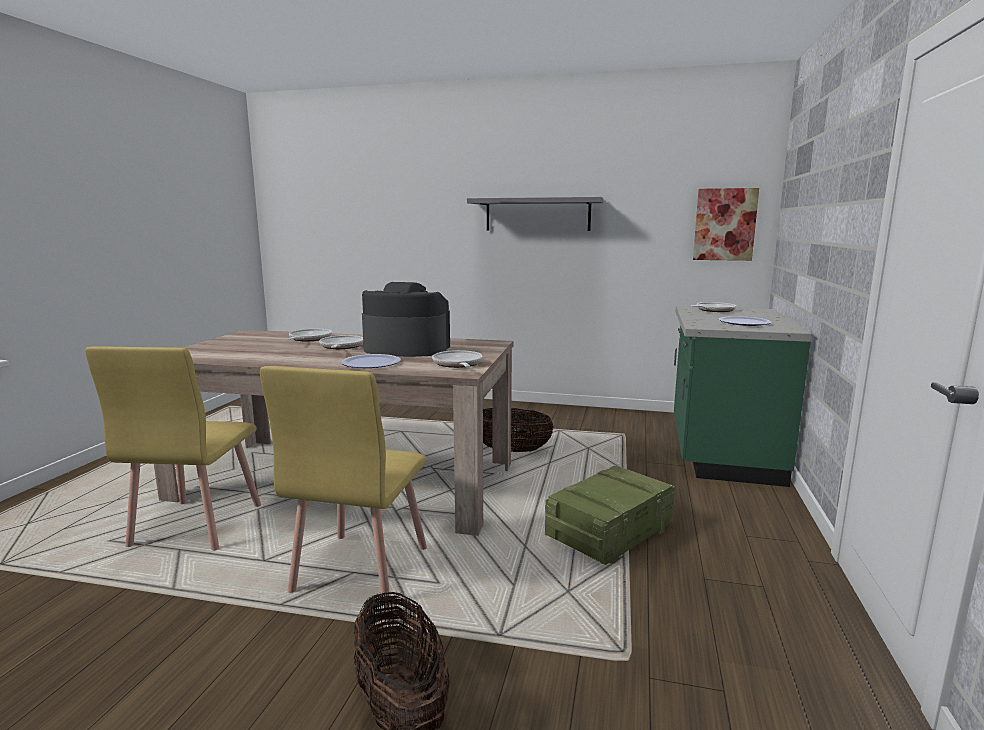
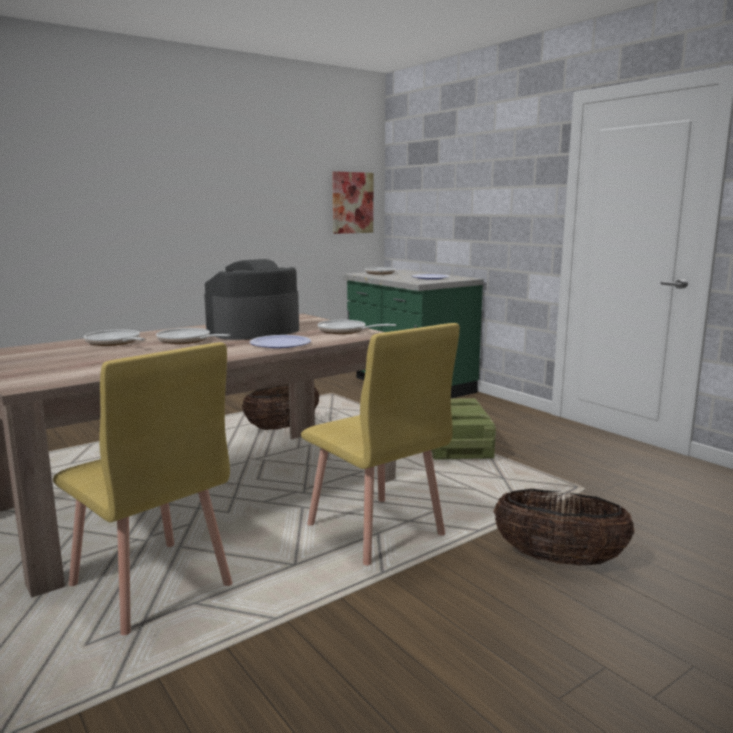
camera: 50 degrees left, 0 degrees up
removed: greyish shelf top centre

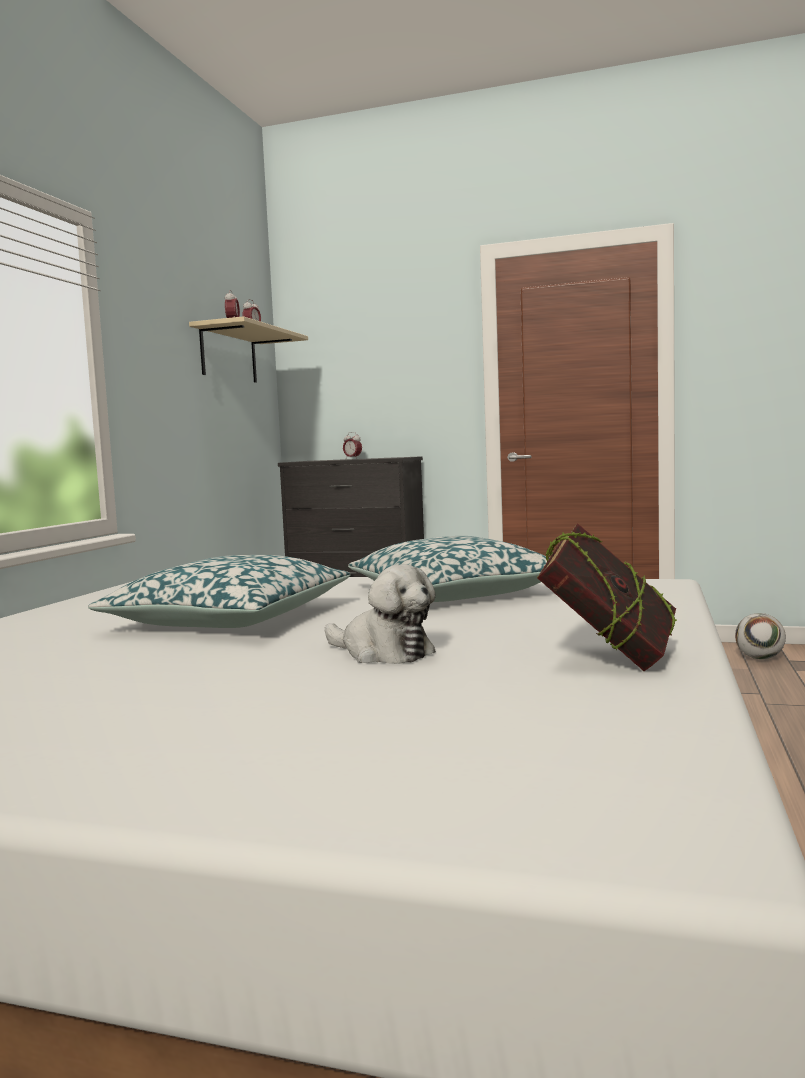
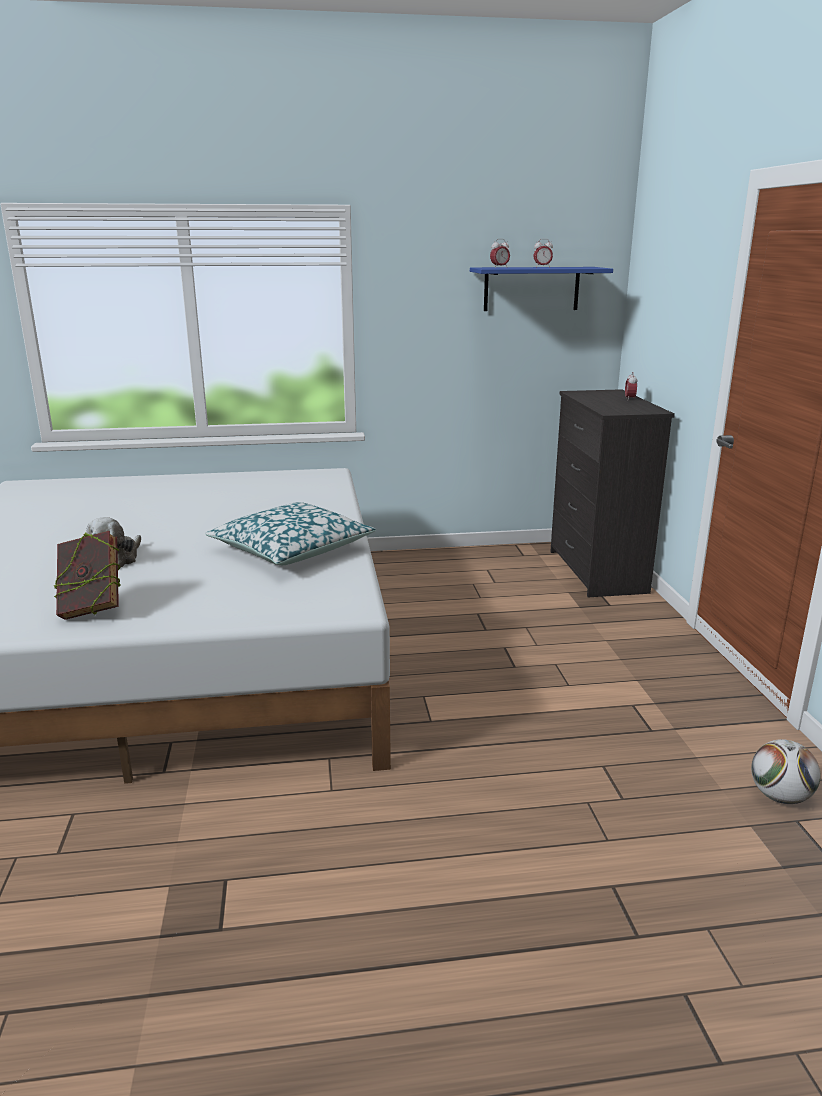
camera: 65 degrees right, 15 degrees up
removed: cushion (1st from left) middle left
recoloured: sand-coloured shelf top left to bluish shelf top centre

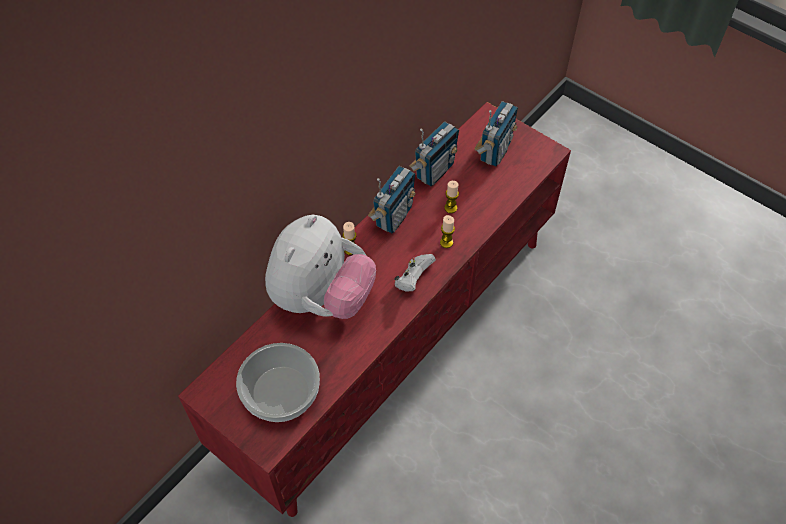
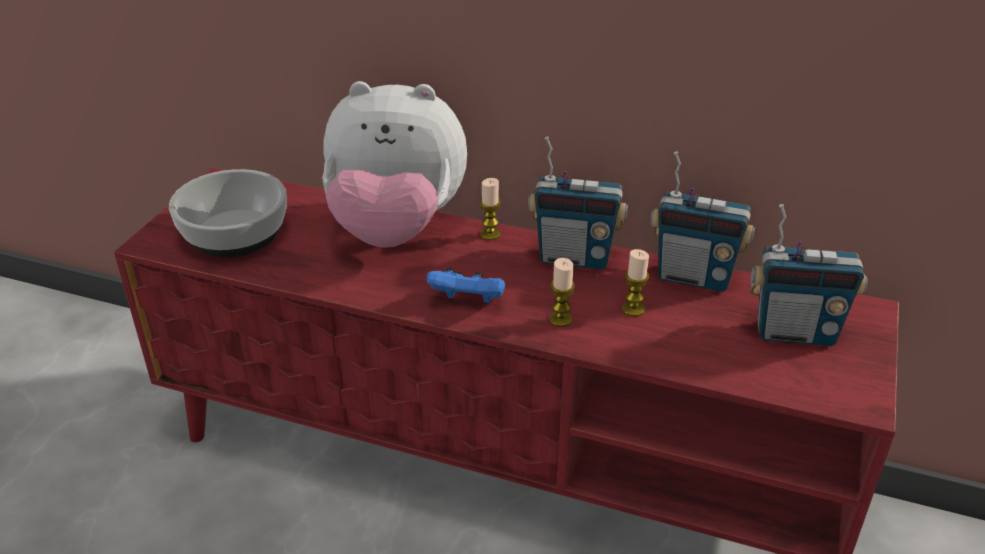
camera: 70 degrees right, 20 degrees down
recoloured: whitish game controller centre to bluish game controller centre

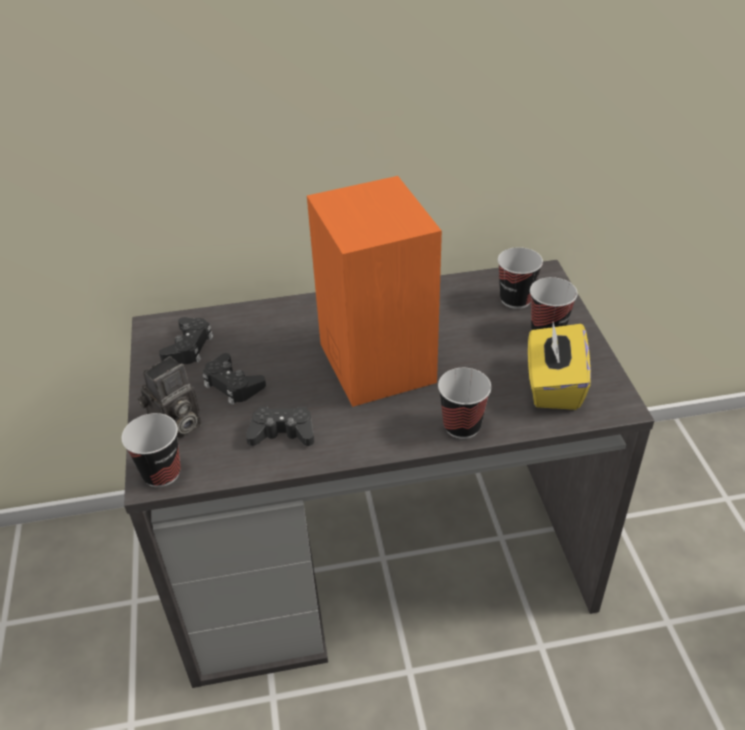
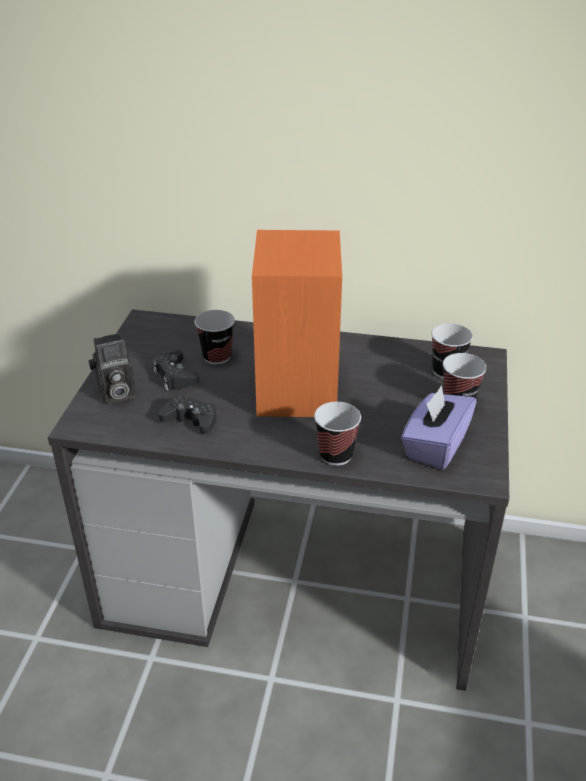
camera: 20 degrees right, 5 degrees down
removed: blackish game controller (1st from left) middle left
moved: small cup (1st from left) middle left to centre
recoloured: yellow-coloured tissue box middle right to purple tissue box middle right

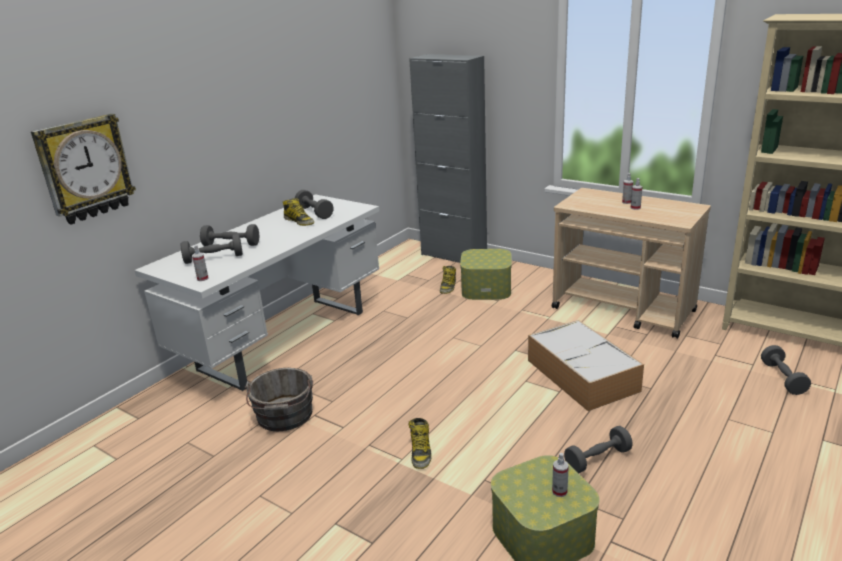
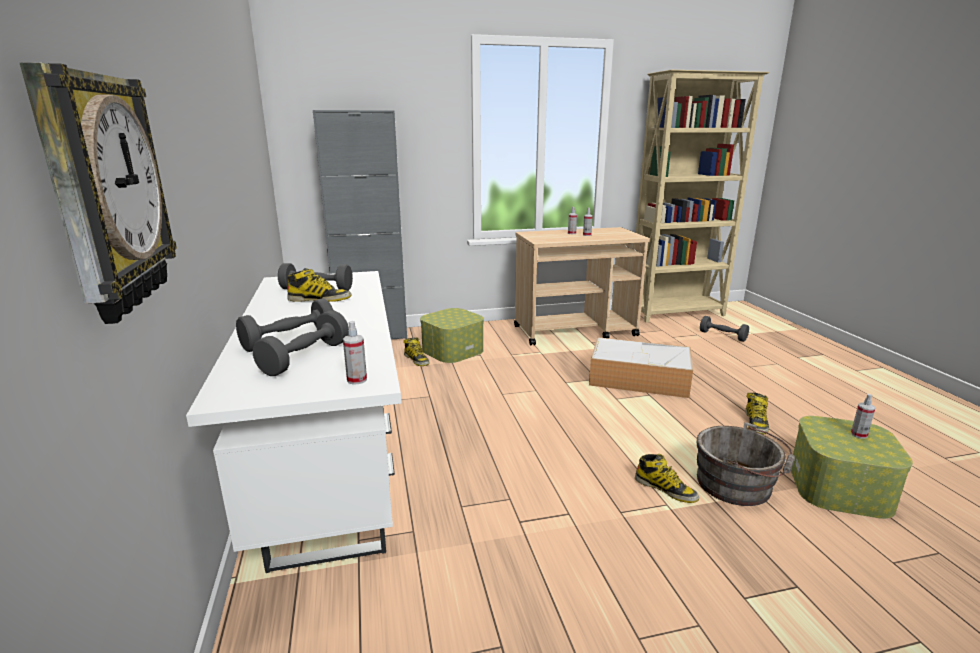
camera: 50 degrees left, 5 degrees down
moved: greyish bucket bottom left to bottom right
replaced: greyish hand weight (4th from left) bottom right to high-top boot (4th from left) middle right

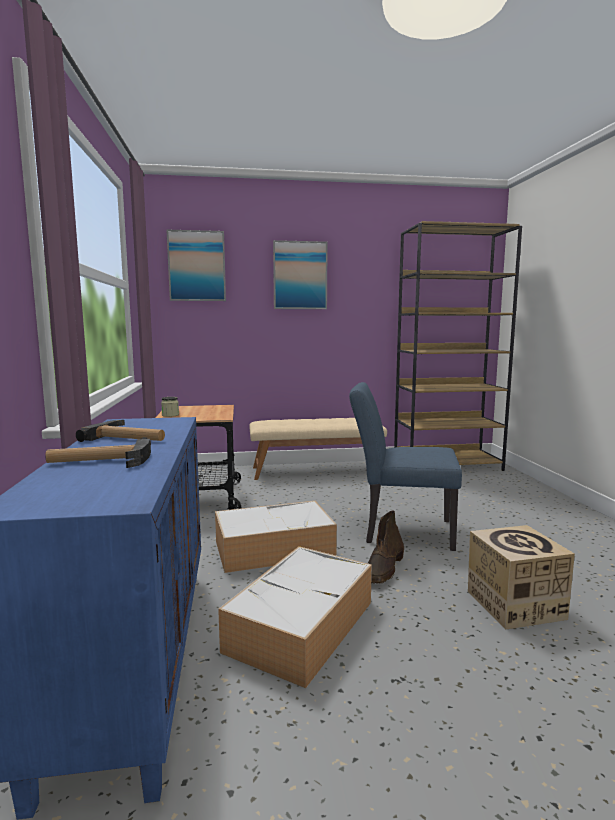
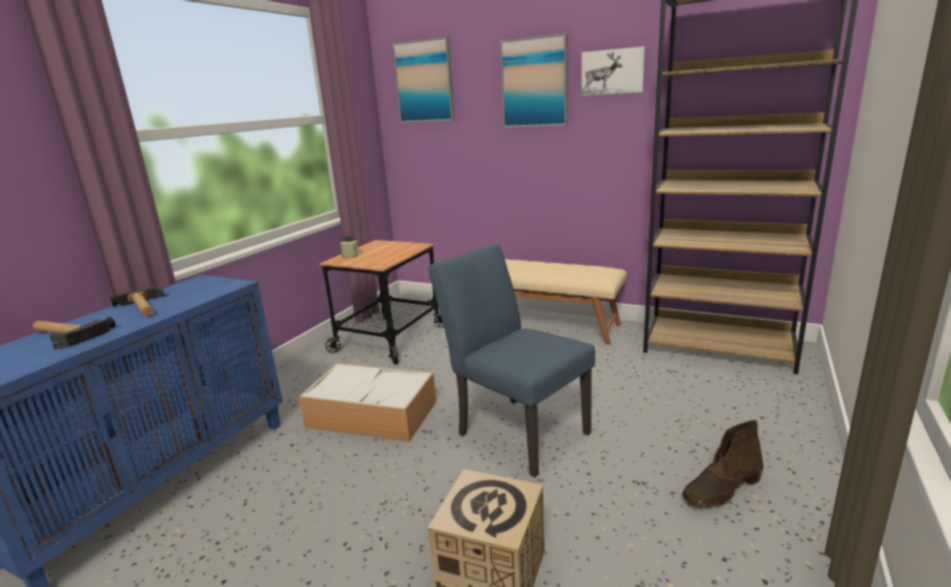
camera: 35 degrees right, 10 degrees up
removed: storage bin (2nd from left) bottom centre
added: wall picture (3rd from left) top centre
moved: brown high-top boot bottom centre to bottom right

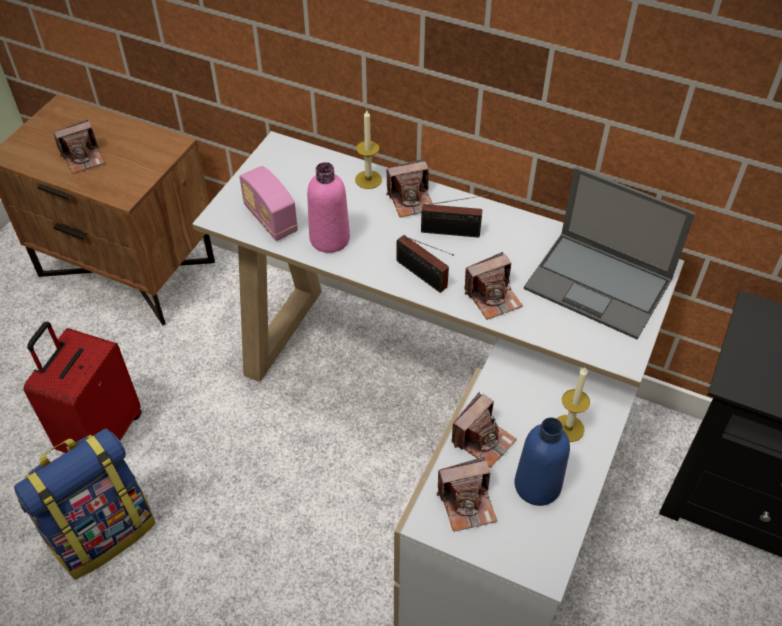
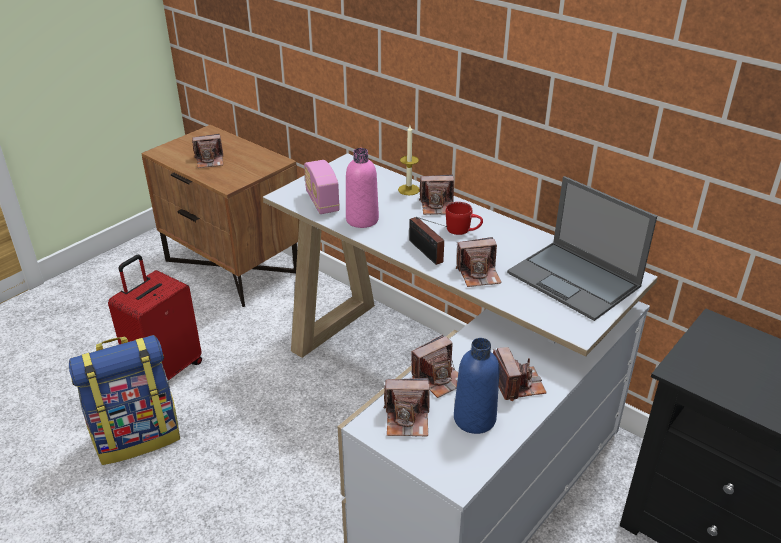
camera: 15 degrees right, 15 degrees down
replaced: radio set (3rd from left) centre to reddish tea mug centre; candle (2nd from left) middle right to photo camera (6th from left) bottom centre

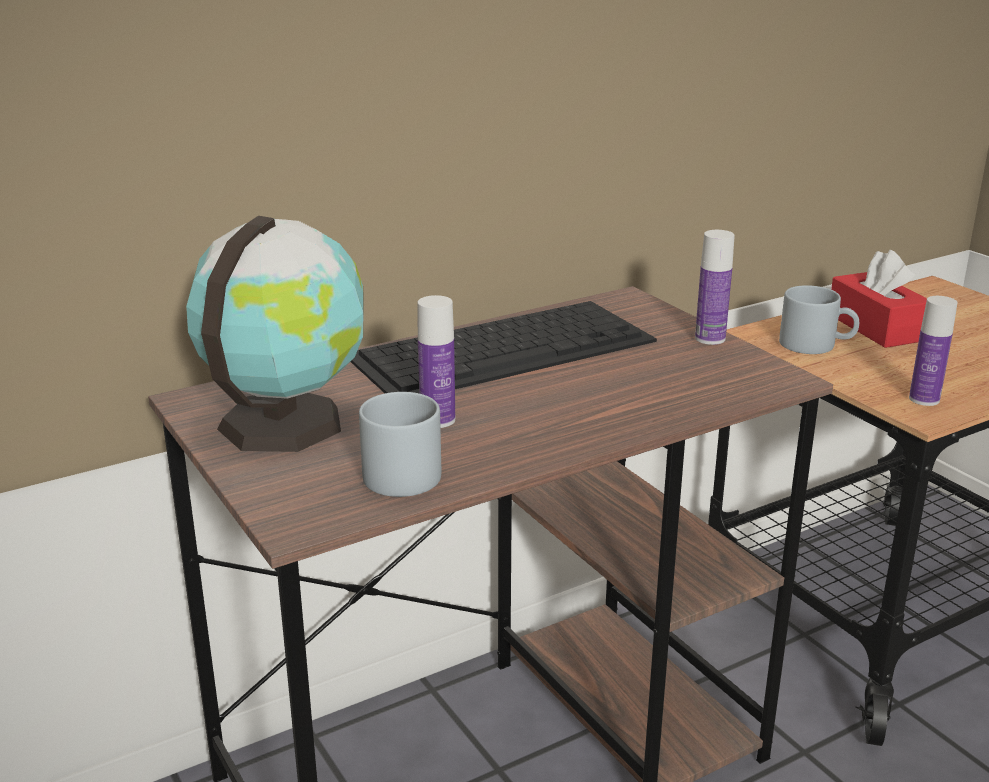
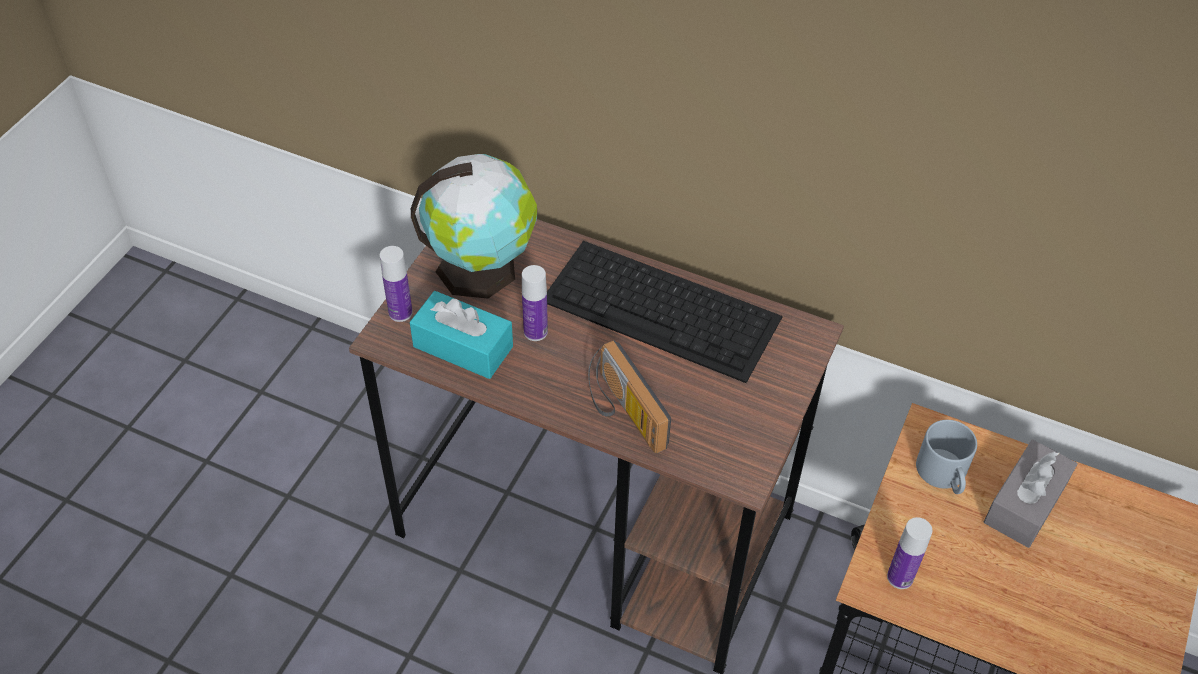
camera: 55 degrees right, 25 degrees up
added: radio set centre
moved: beverage bottle (2nd from left in the first image) middle right to beverage bottle (1st from left) middle left
replaced: greyish tea mug (1st from left) centre to turquoise-coloured tissue box centre
recoloured: reddish tissue box middle right to greyish tissue box bottom right

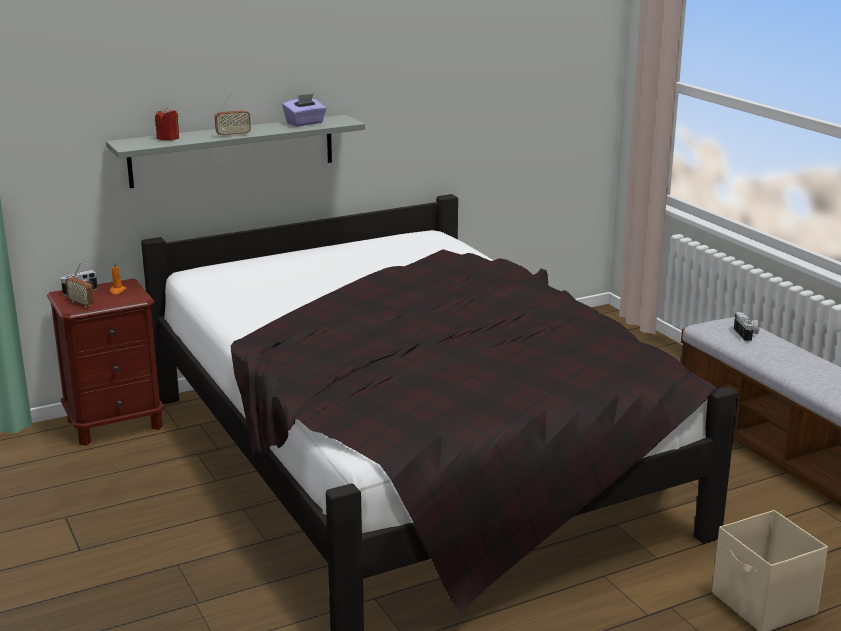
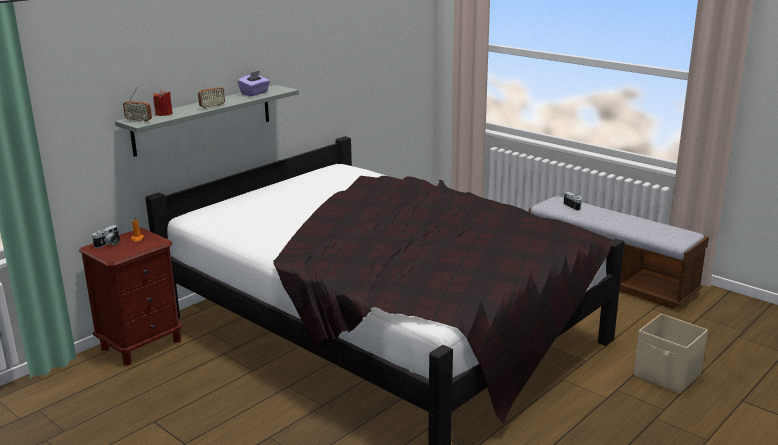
camera: 20 degrees left, 0 degrees up
moved: radio set (1st from left) middle left to top left

